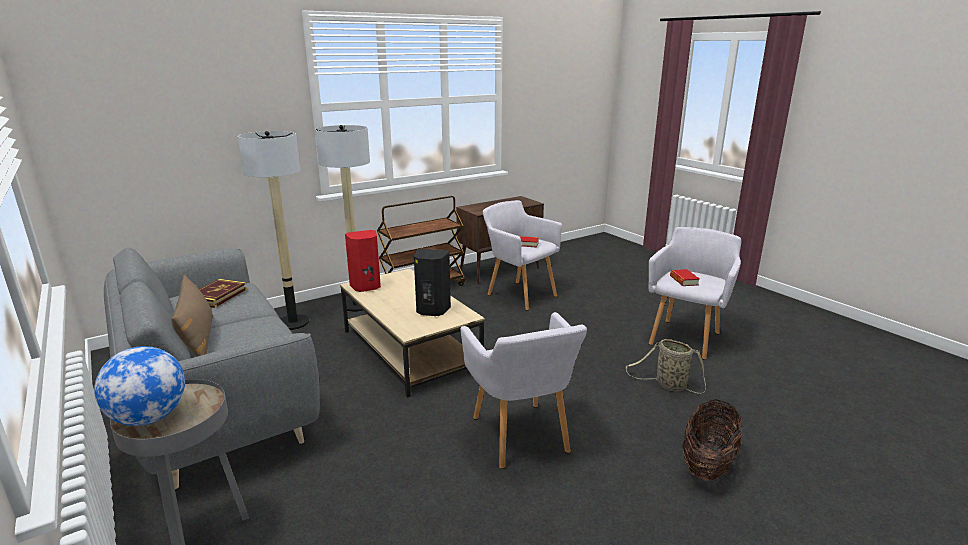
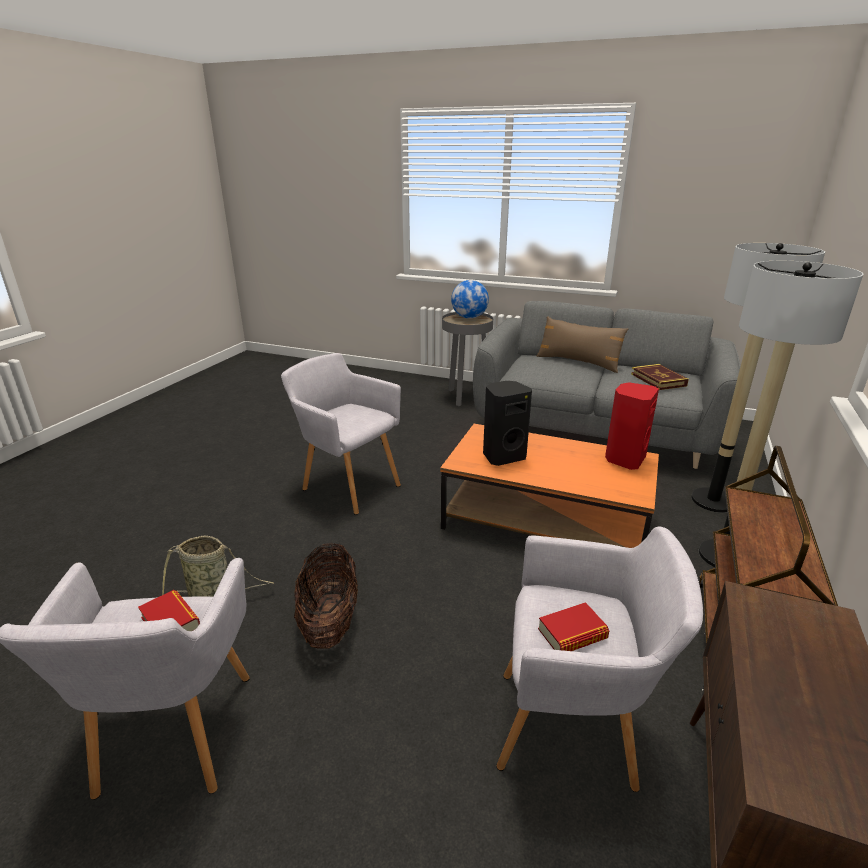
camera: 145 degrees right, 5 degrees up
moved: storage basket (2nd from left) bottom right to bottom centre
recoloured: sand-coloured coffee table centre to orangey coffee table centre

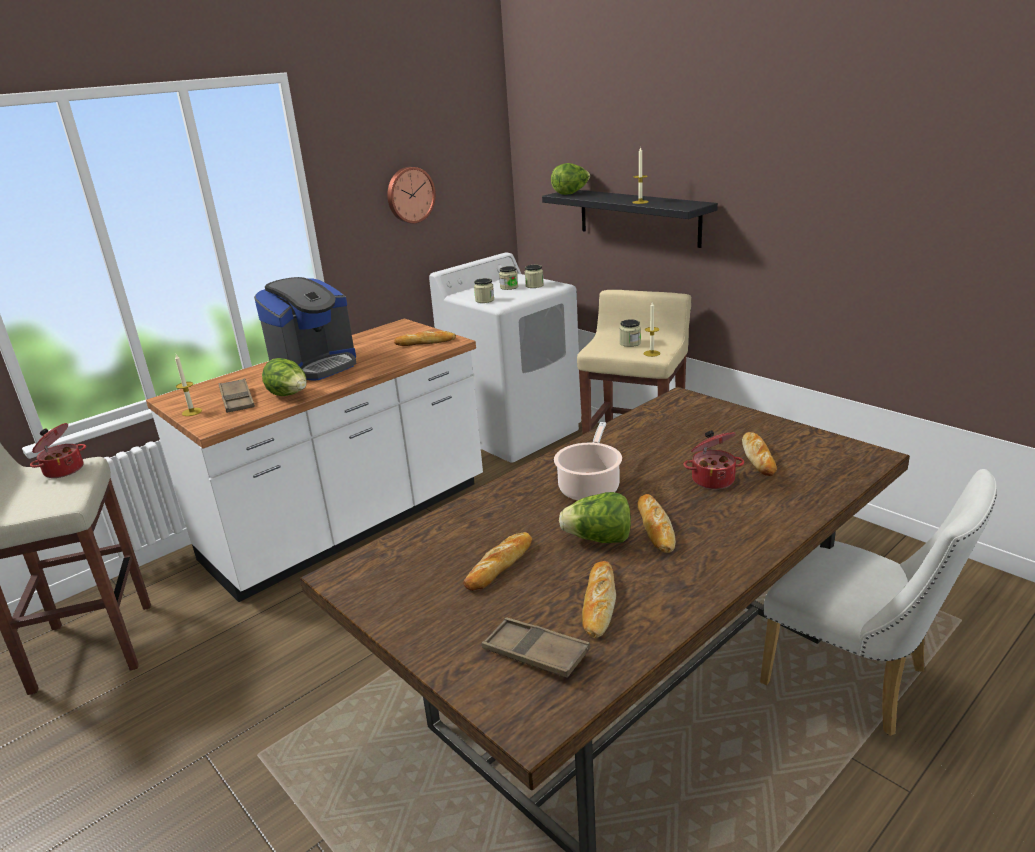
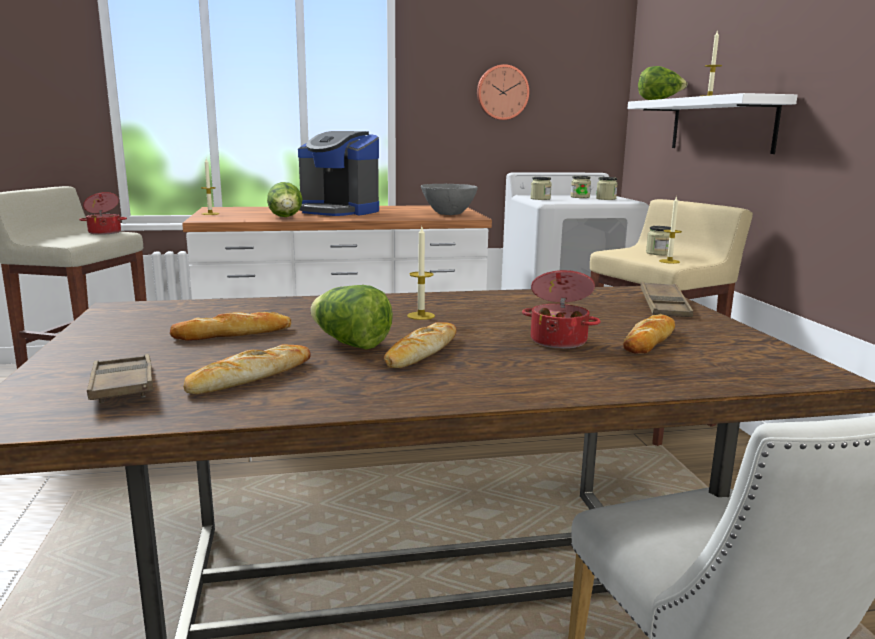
camera: 30 degrees right, 10 degrees down
moved: brown tray (1st from left in the first image) middle left to brown tray (2nd from left) middle right
replaced: stockpot (2nd from left) centre to candle (2nd from left) centre; bakery bread (1st from left) centre to greyish deep dish top centre
recoloured: blackish shelf top centre to whitish shelf top right
turned: coffee brewer middle left = top centre 45 degrees clockwise

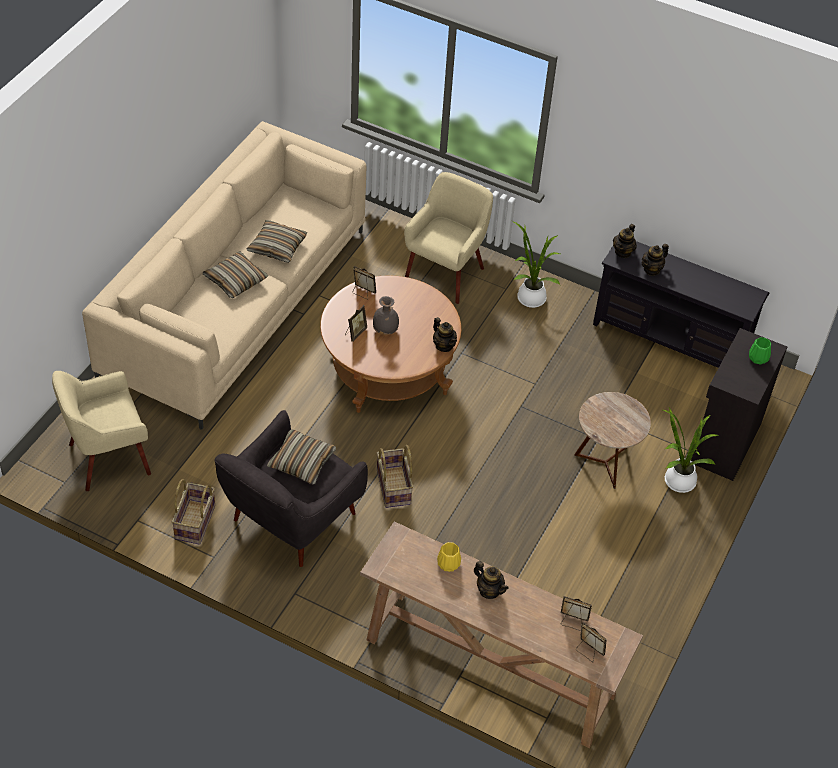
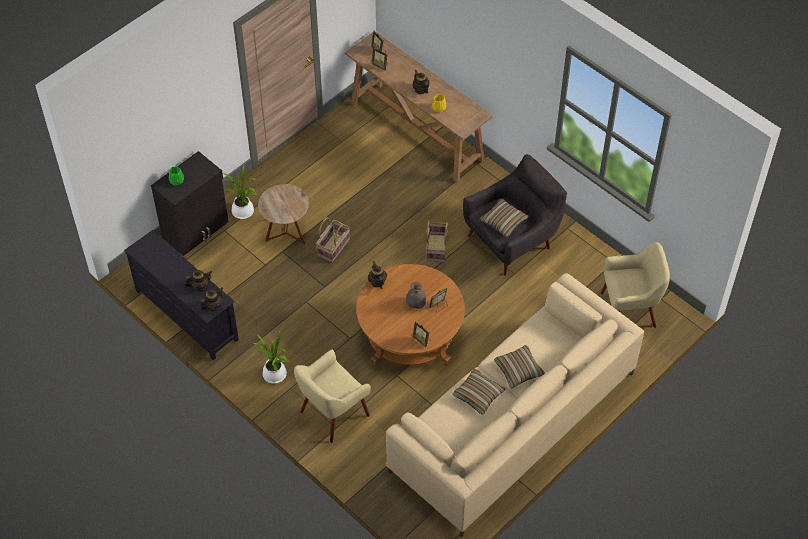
camera: 160 degrees left, 5 degrees up
moved: storage basket (1st from left) bottom left to centre

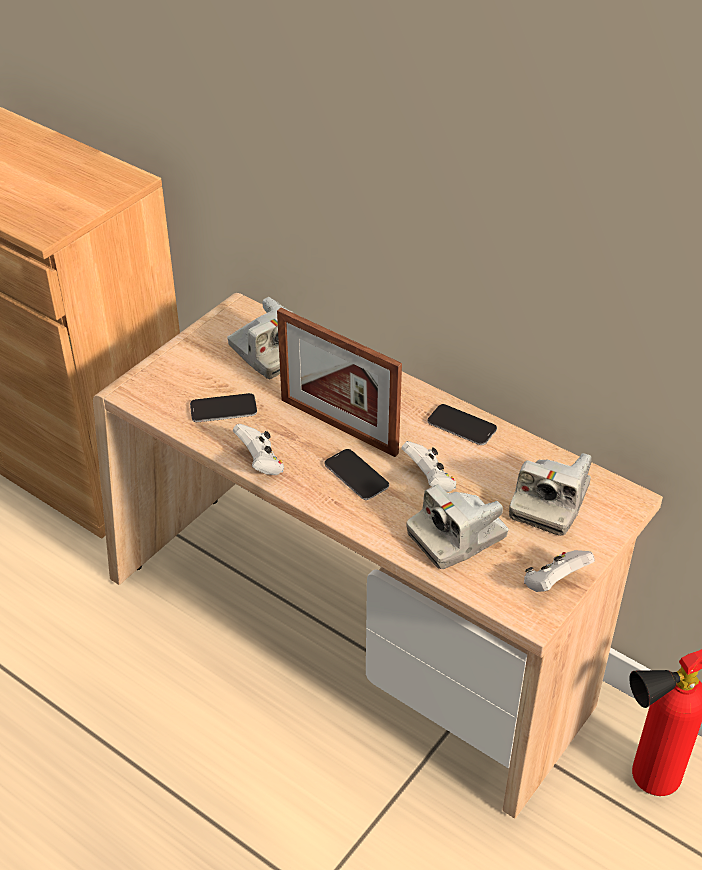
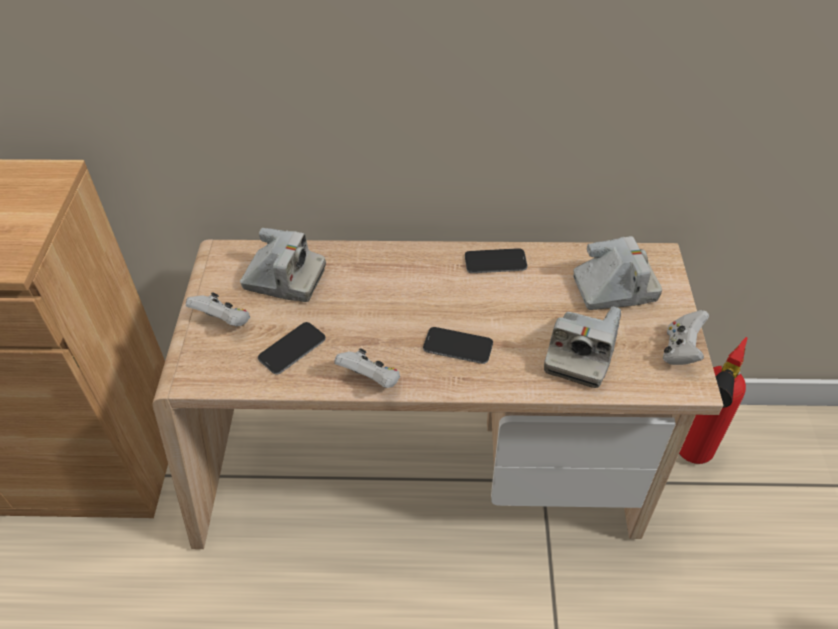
camera: 35 degrees left, 5 degrees up
removed: picture frame centre
moved: whitish game controller (2nd from left in the first image) centre to whitish game controller (1st from left) middle left
turned: photo camera (3rd from left) middle right = middle right 90 degrees counterclockwise

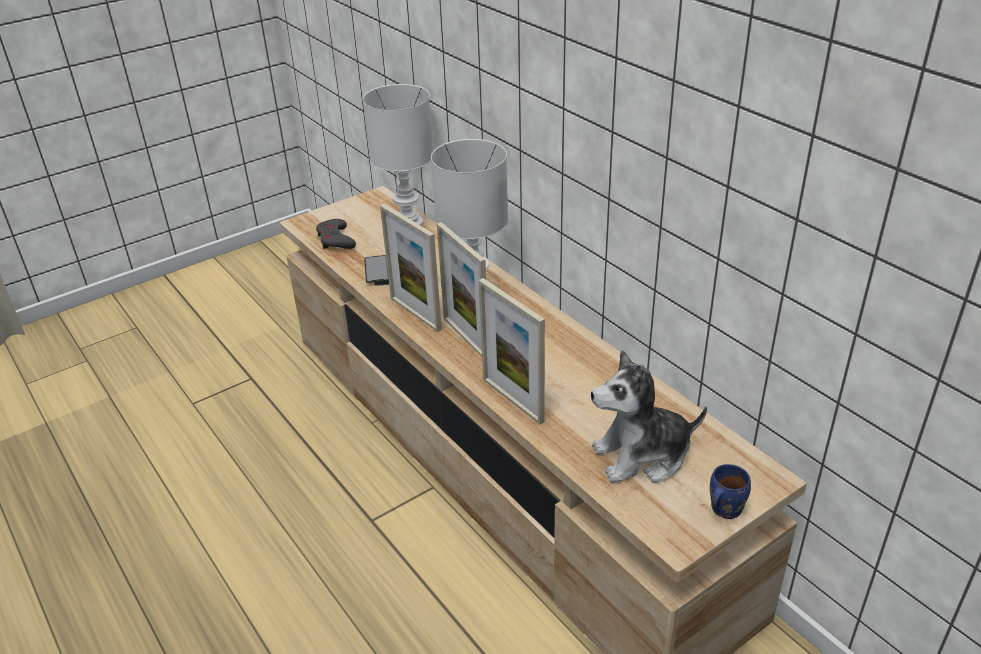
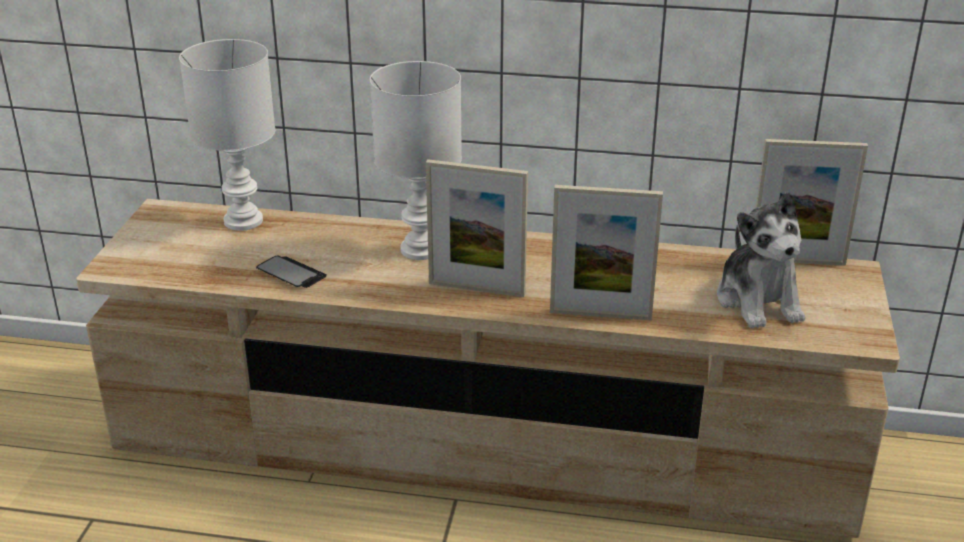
camera: 45 degrees left, 5 degrees down
removed: greyish game controller centre; bluish tea mug bottom right
moved: picture frame (1st from left in the first image) centre to picture frame (3rd from left) middle right
turned: plush toy centre = middle right 45 degrees counterclockwise

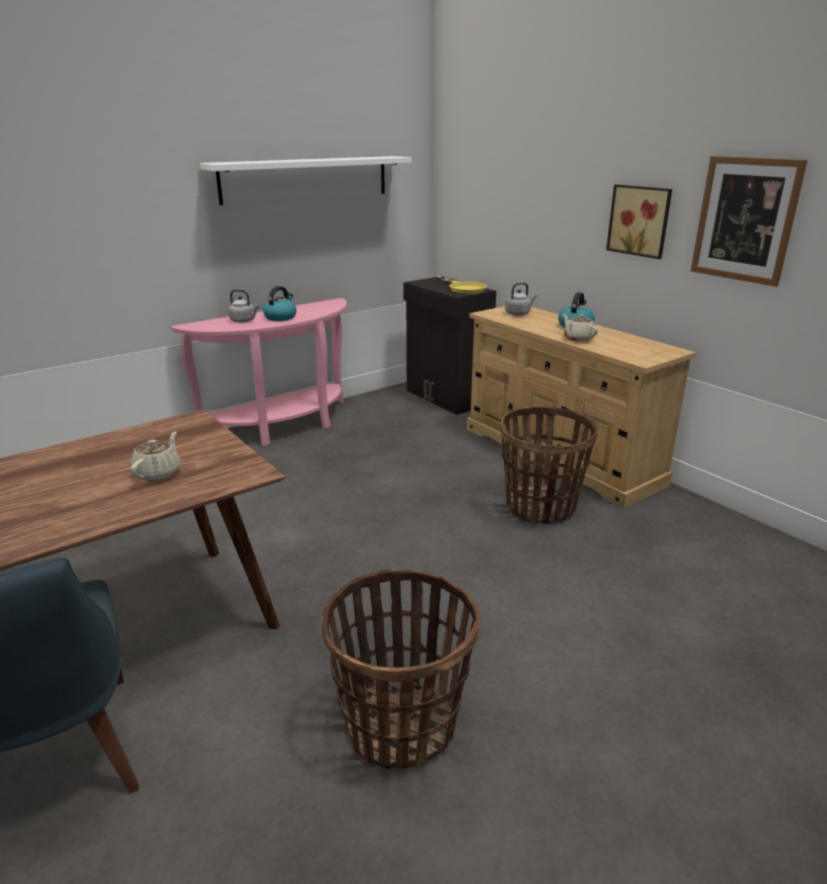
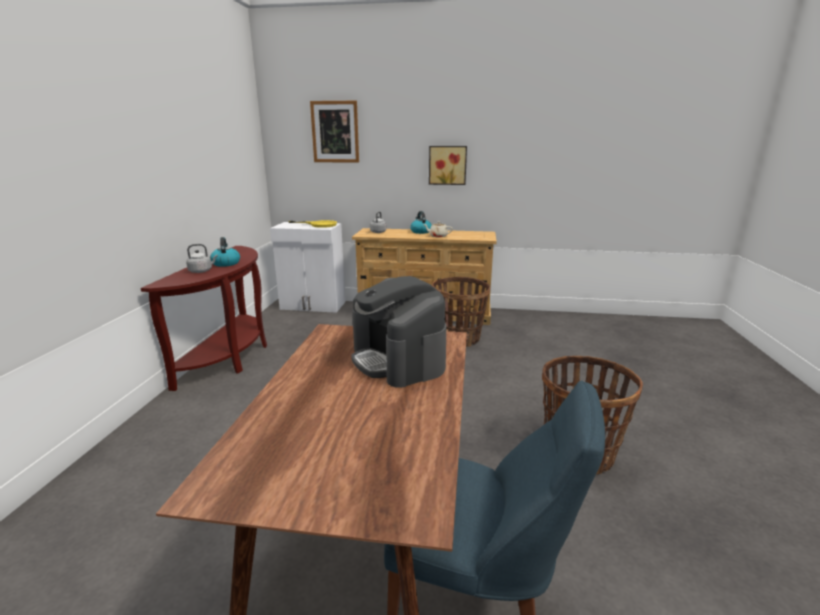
camera: 45 degrees left, 5 degrees down
removed: whitish shelf top centre
moved: wall picture (2nd from left in the first image) top right to wall picture (1st from left) top centre
replaced: sand-coloured teapot (1st from left) middle left to coffee brewer centre
recoloured: pinkish hall table middle left to brown hall table middle left; blackish storage cabinet centre to whitish storage cabinet centre

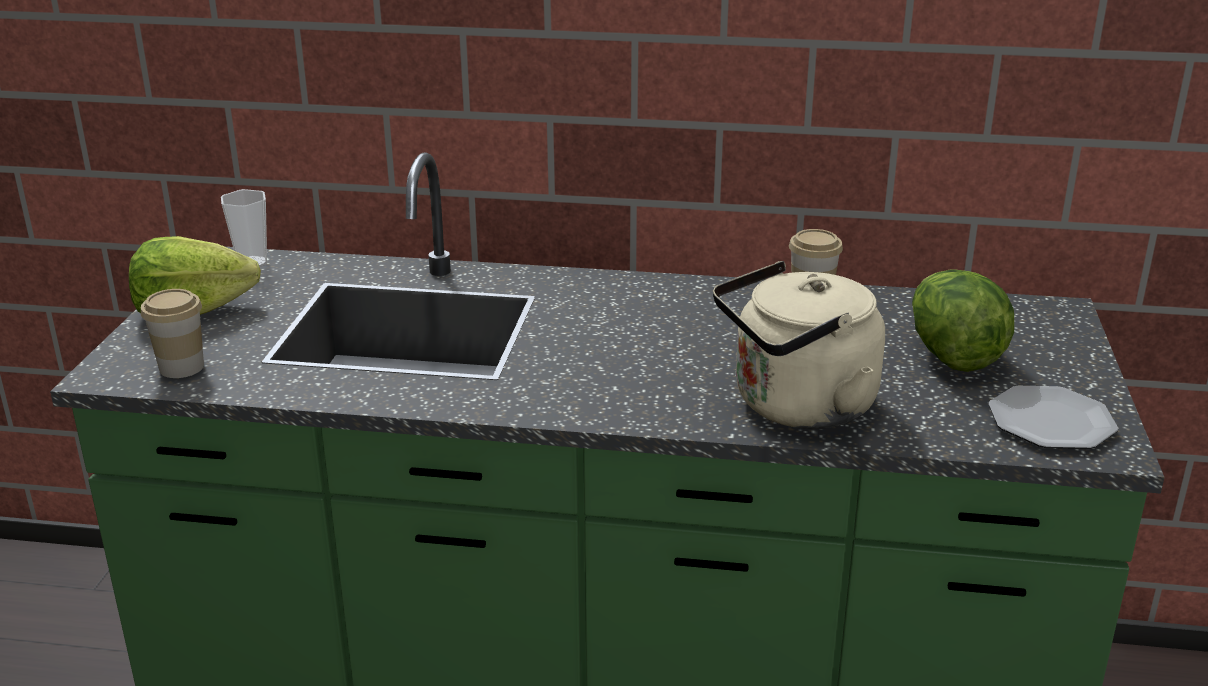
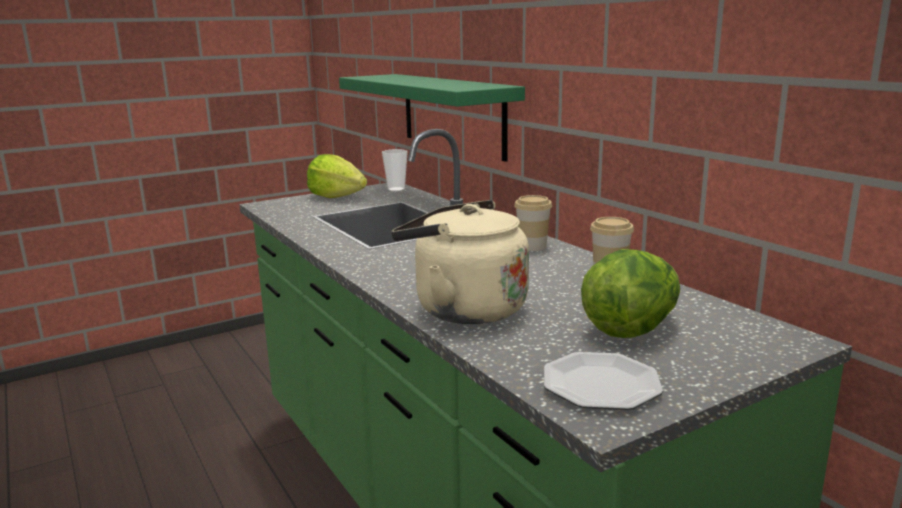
camera: 50 degrees right, 10 degrees down
added: green shelf top centre
moved: small cup (1st from left in the first image) middle left to small cup (2nd from left) centre

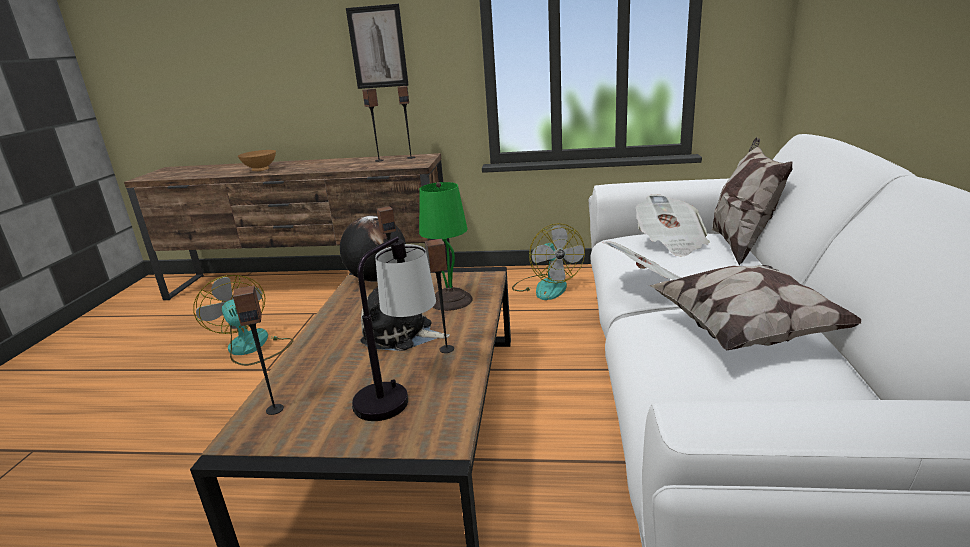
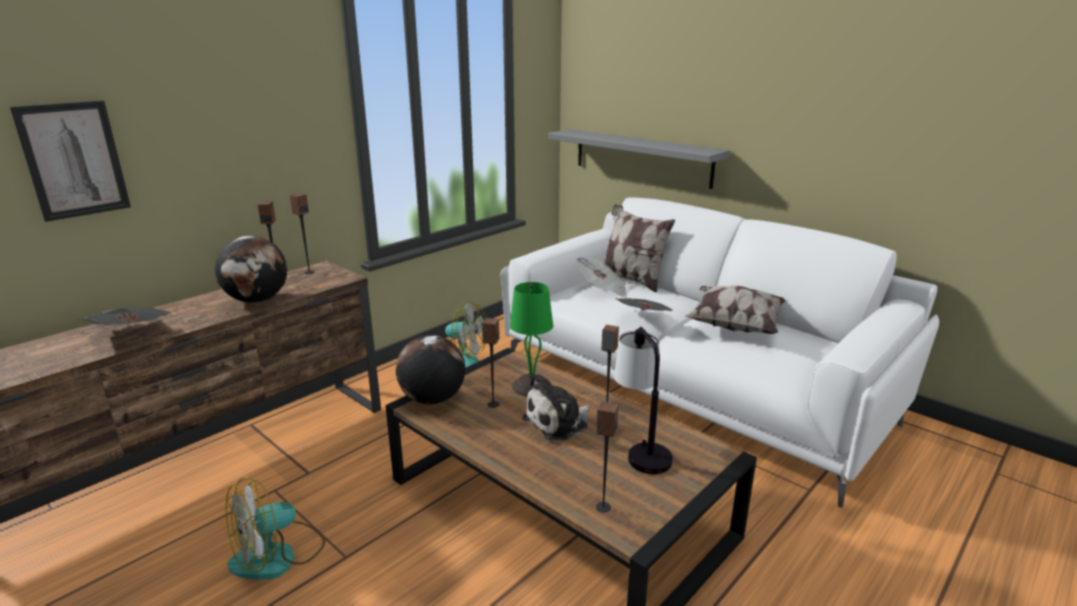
camera: 55 degrees left, 0 degrees up
added: globe (1st from left) middle left; greyish shelf top centre
moved: wall picture top centre to top left
replaced: brown deep dish top left to printed paper (1st from left) middle left
turned: cooling fan (1st from left) middle left = bottom left 45 degrees counterclockwise

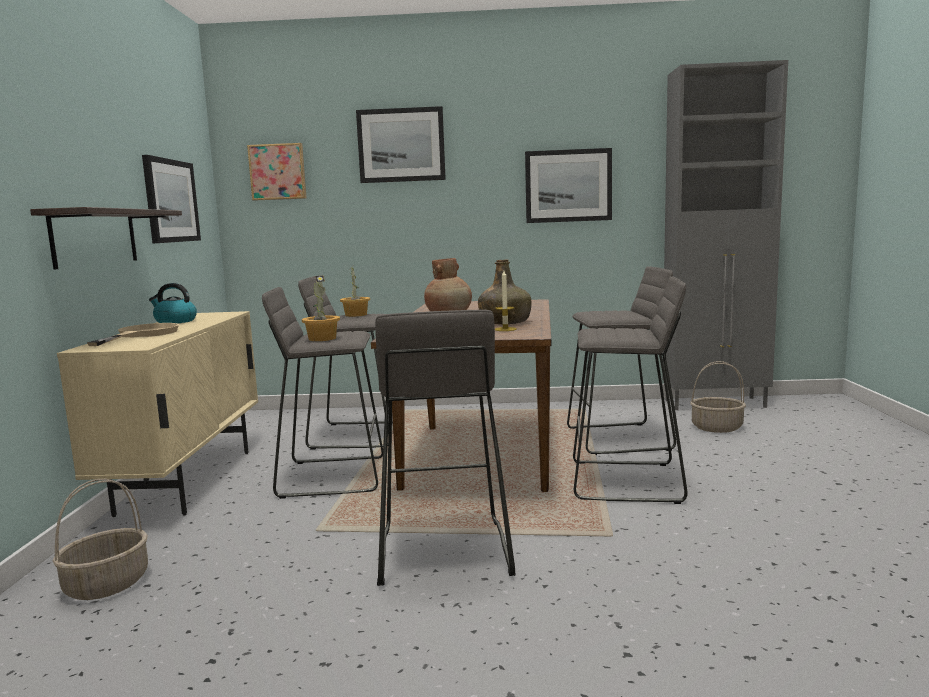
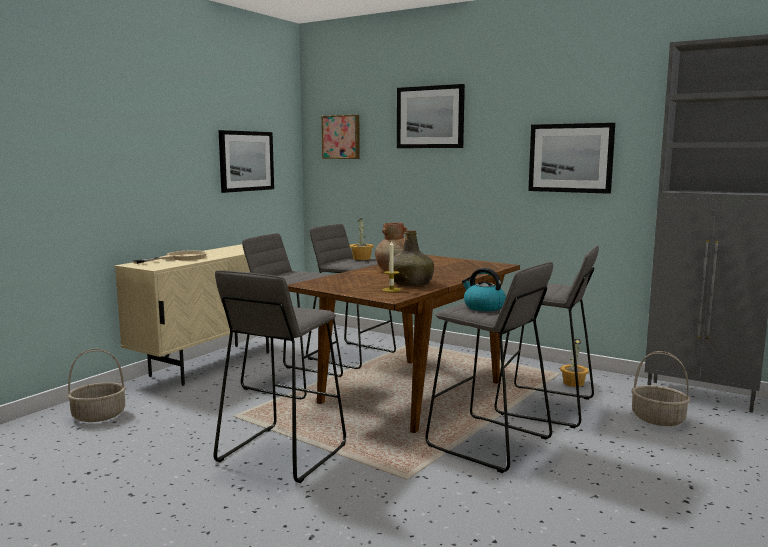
camera: 30 degrees right, 0 degrees up
removed: shelf middle left
moved: tea kettle middle left to centre; potted plant (1st from left in the first image) centre to potted plant (2nd from left) middle right

